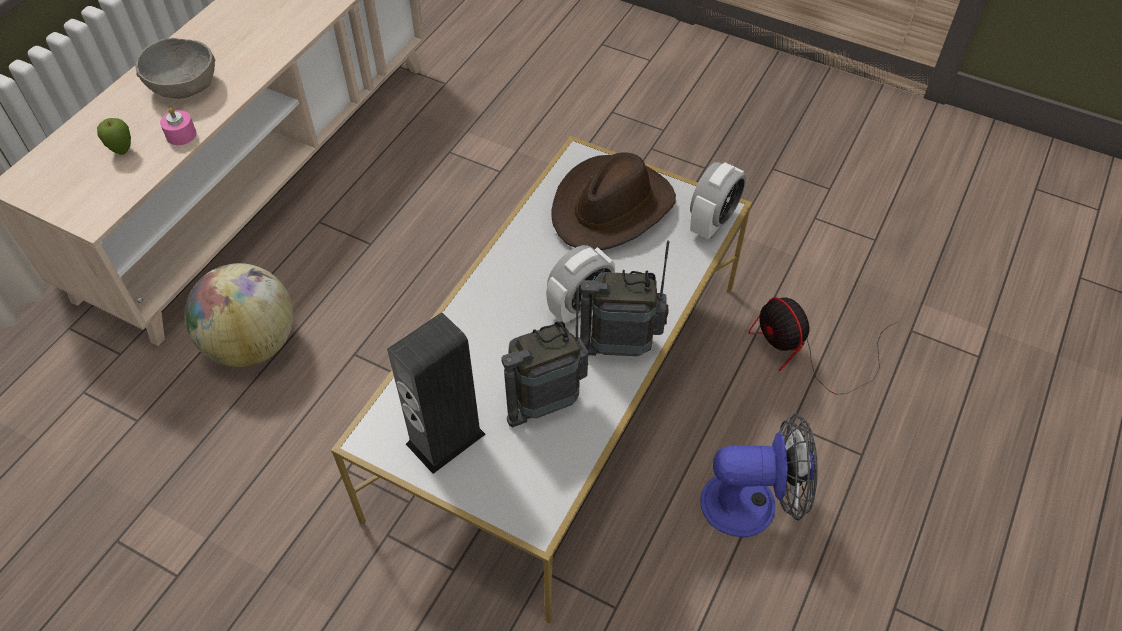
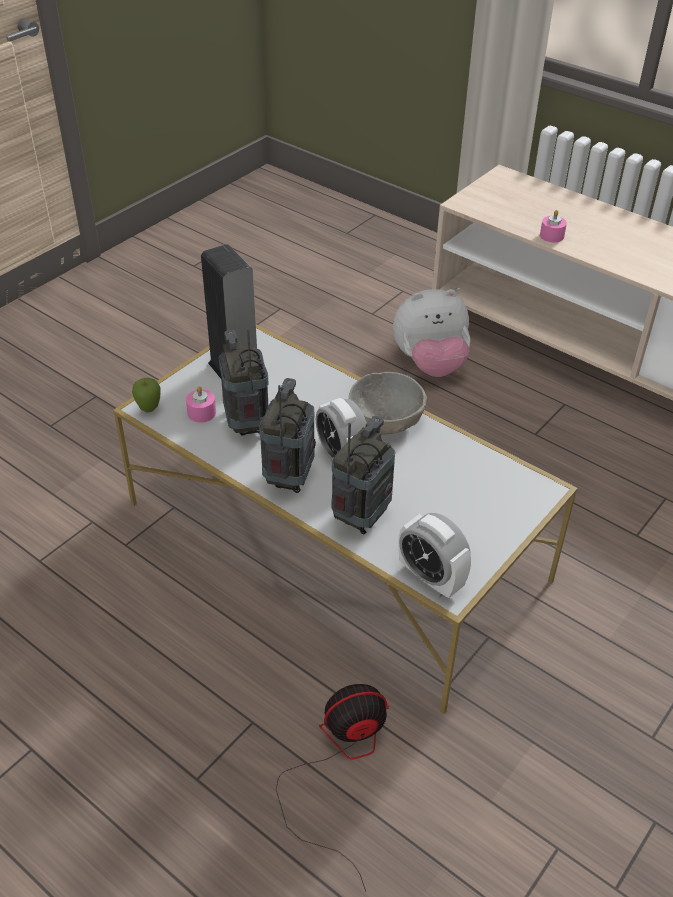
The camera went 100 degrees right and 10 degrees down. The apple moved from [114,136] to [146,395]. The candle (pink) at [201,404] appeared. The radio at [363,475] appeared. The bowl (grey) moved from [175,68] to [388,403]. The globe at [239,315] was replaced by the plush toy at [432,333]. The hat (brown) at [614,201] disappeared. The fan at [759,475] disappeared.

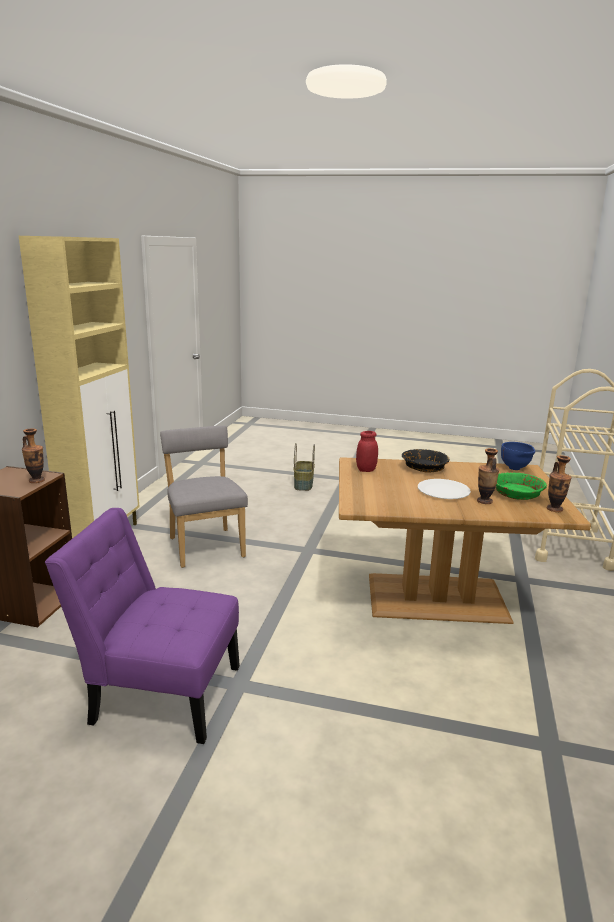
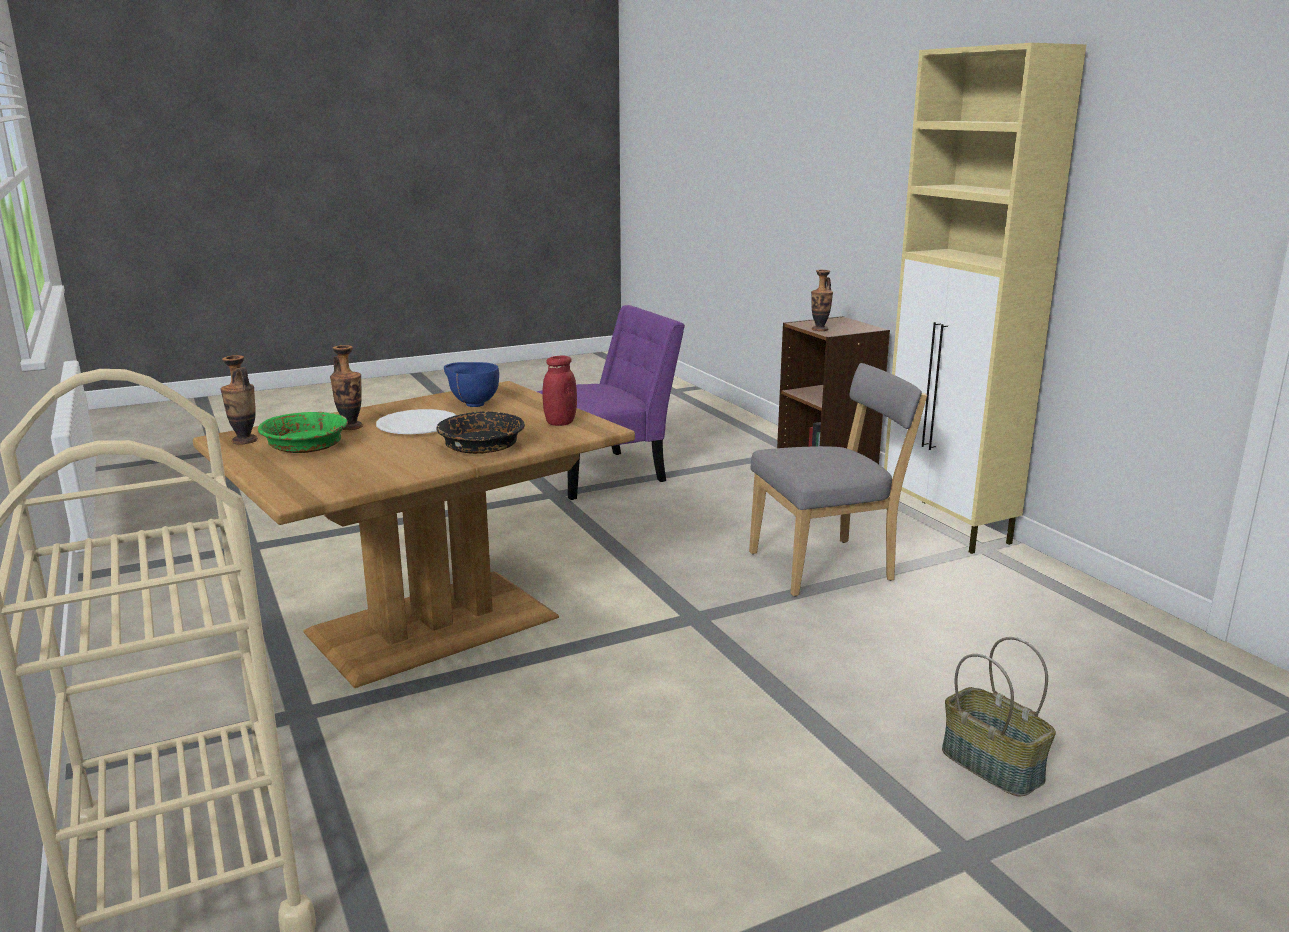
The camera went 140 degrees right and 0 degrees up. The bowl (blue) moved from [518,456] to [471,384]. The chair (grey) at [204,497] turned 45 degrees counterclockwise.

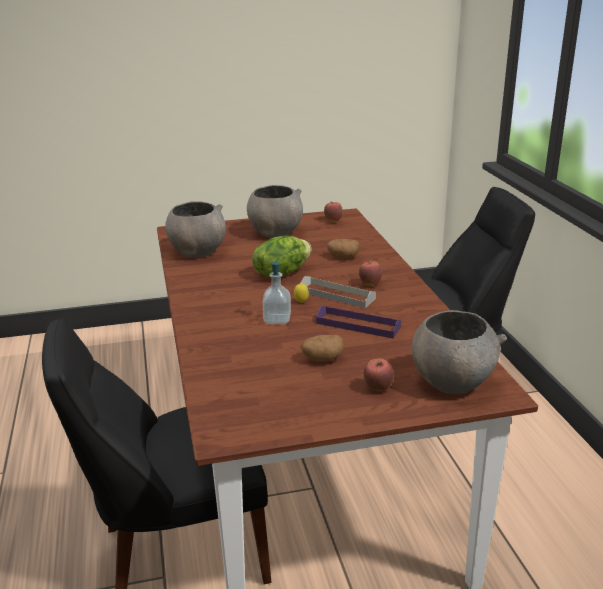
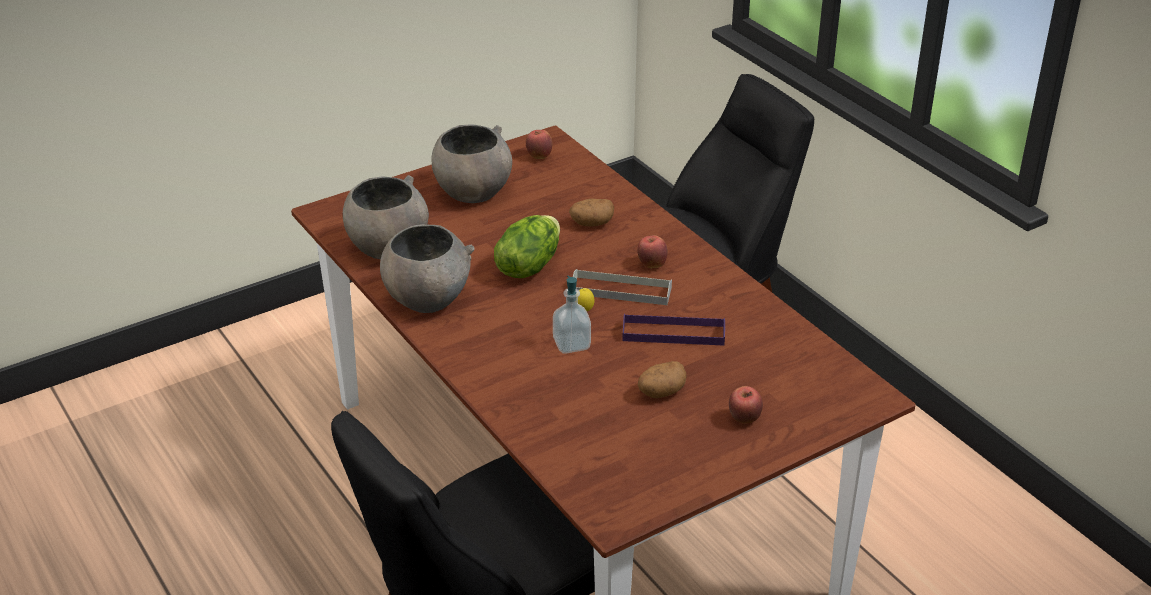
The camera went 20 degrees left and 10 degrees up. The bowl (grey) moved from [459,352] to [427,269].

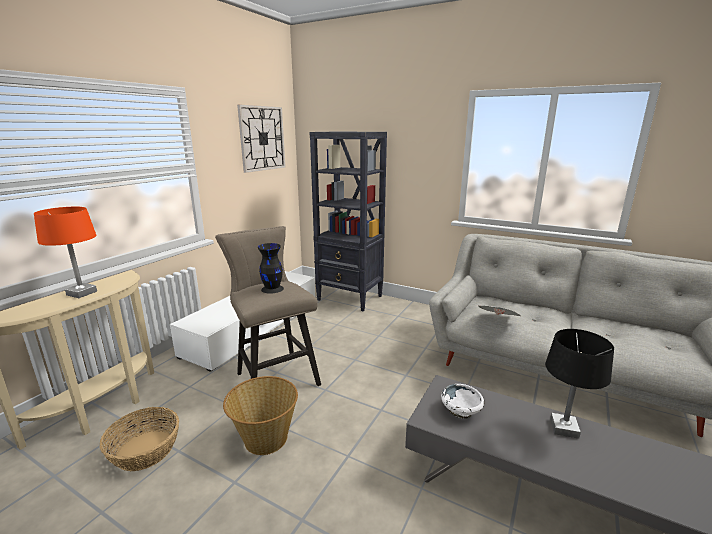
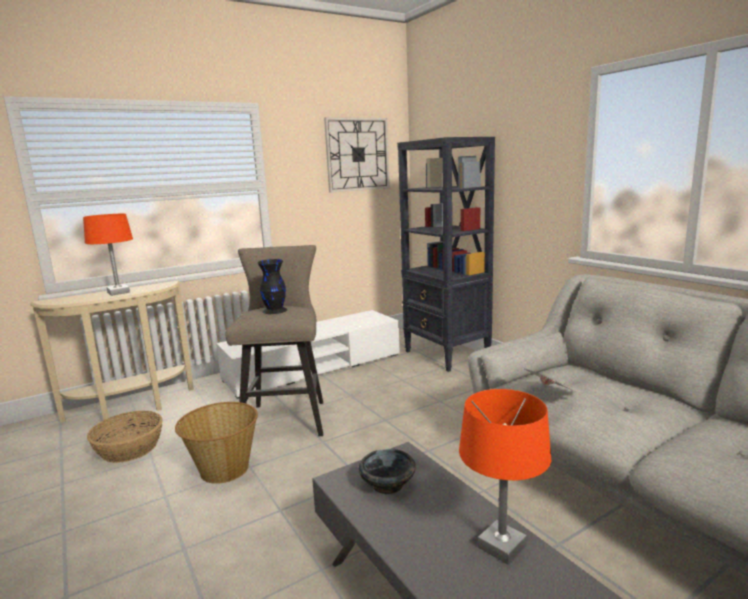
The camera went 30 degrees right and 5 degrees down. The bowl (white) at [462,401] became the bowl (black) at [387,472]. The table lamp (black) at [579,384] became the table lamp (orange) at [505,477].

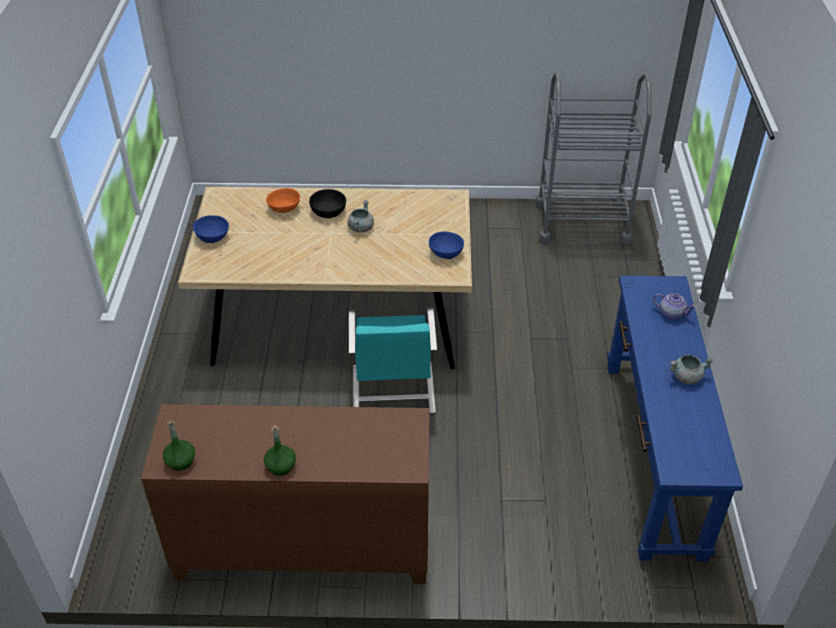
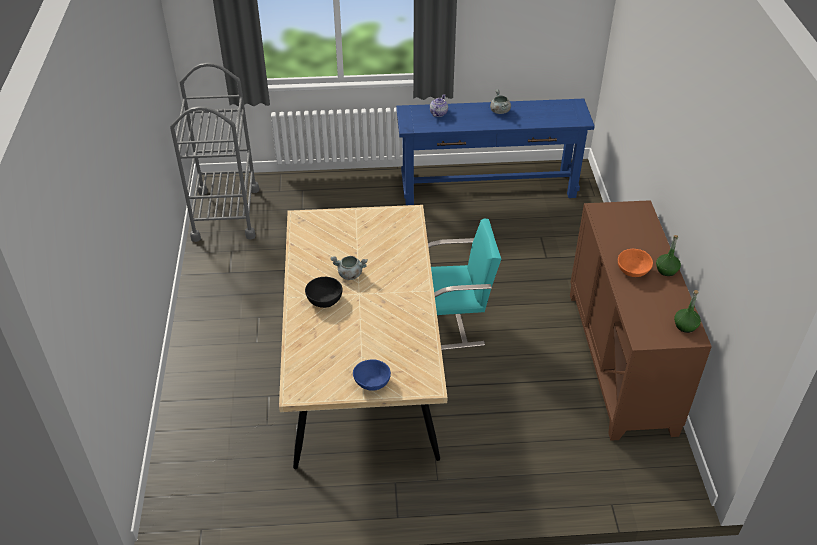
The camera went 95 degrees left and 0 degrees up. The bowl (orange) moved from [283,200] to [635,263]. The bowl (blue) at [446,245] disappeared.

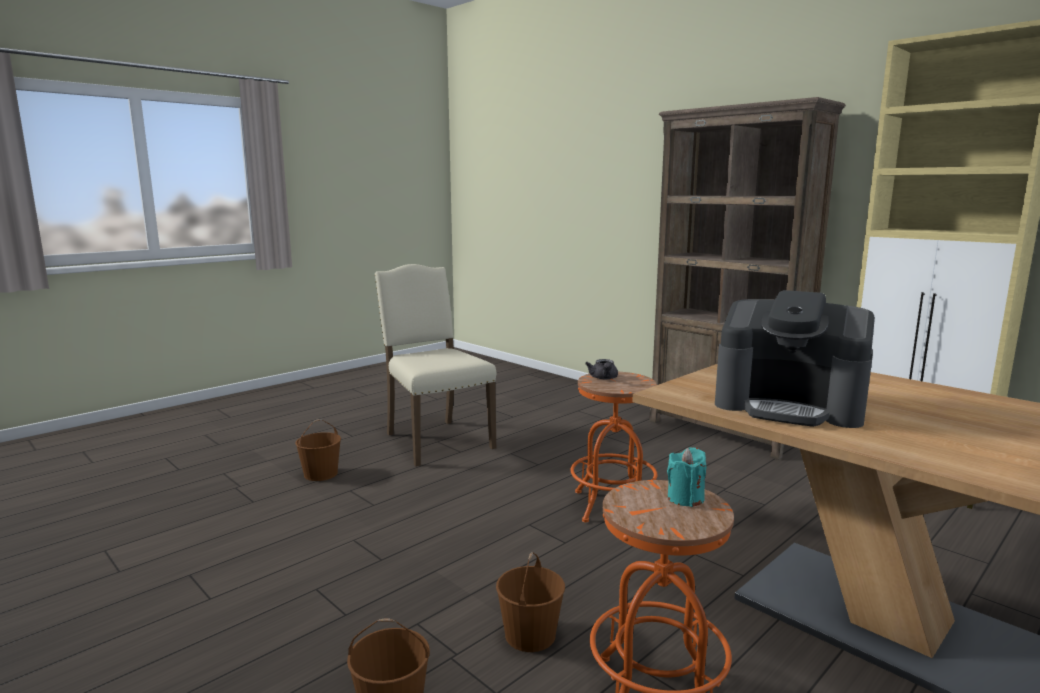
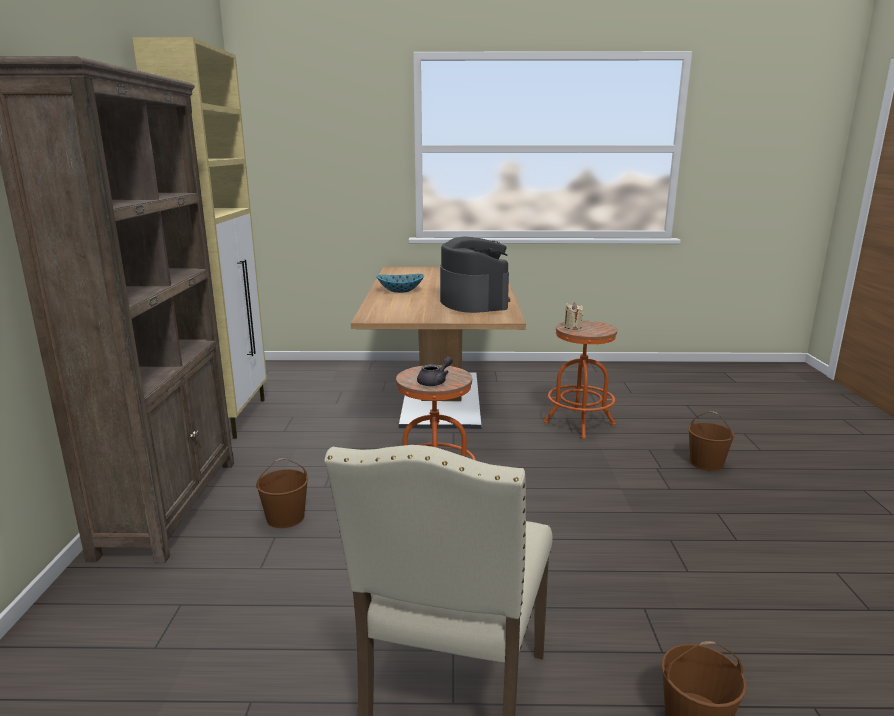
The camera went 135 degrees left and 5 degrees up. The bucket (brown) moved from [530,602] to [282,493]. The bowl at [400,283] appeared. The candle (turquoise) at [687,477] became the candle (beige) at [573,316].

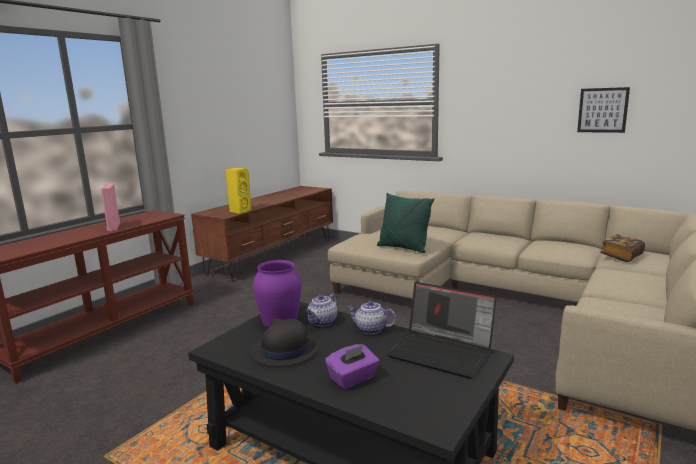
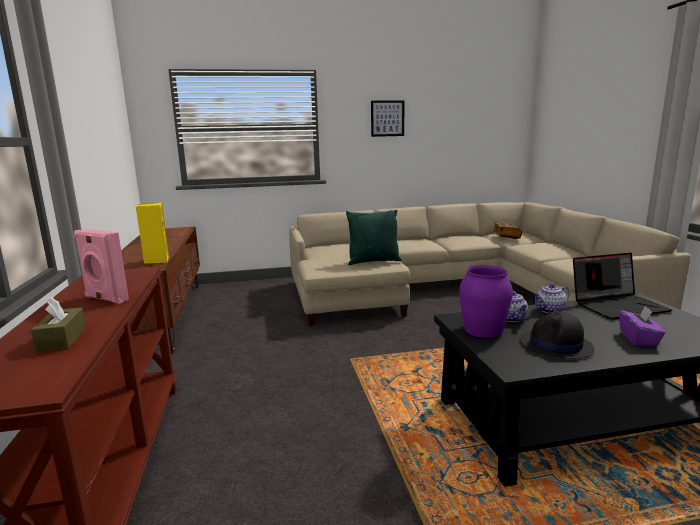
The camera went 45 degrees left and 0 degrees up. The tissue box (brown) at [58,324] appeared. The picture moved from [603,110] to [388,118].

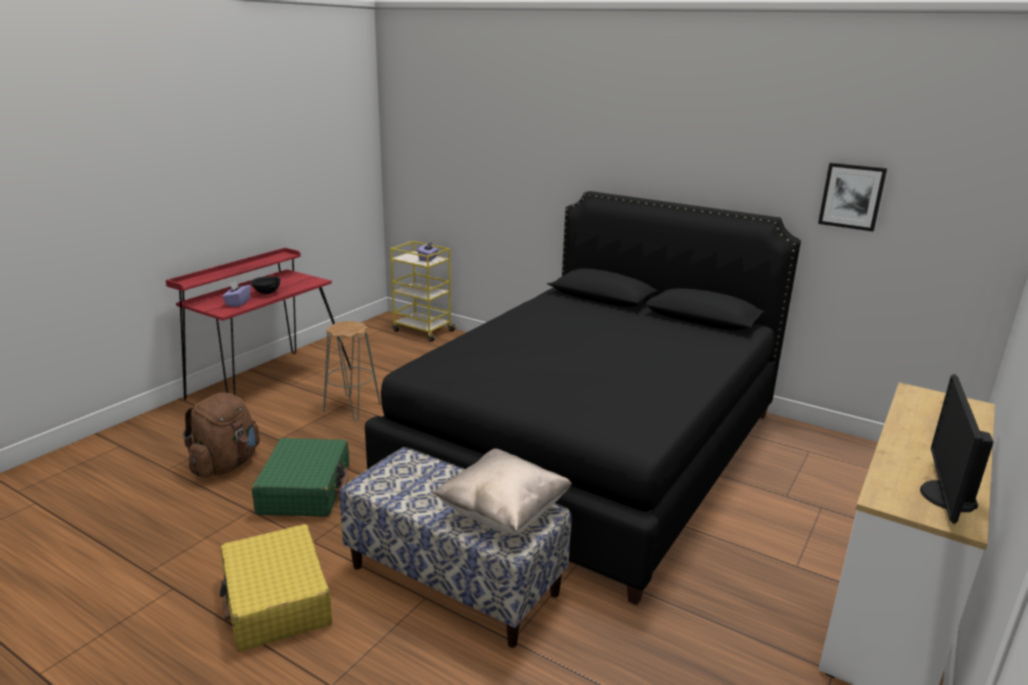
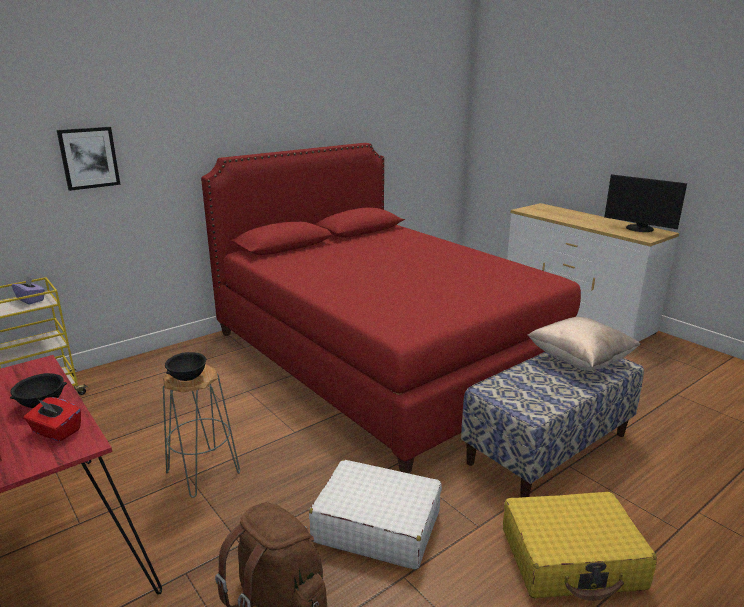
The camera went 70 degrees left and 0 degrees up. The tissue box (purple) at [236,293] became the tissue box (red) at [52,419]. The picture moved from [852,196] to [88,159]. The bowl (black) at [185,366] appeared. The bed (black) at [583,398] became the bed (red) at [391,308]. The suitcase (green) at [300,477] became the suitcase (white) at [375,515].

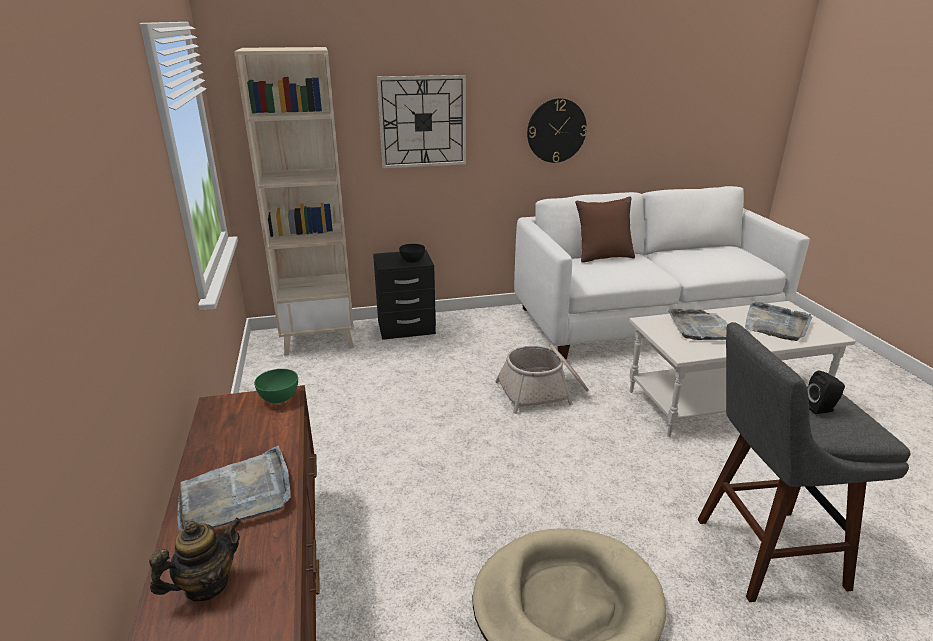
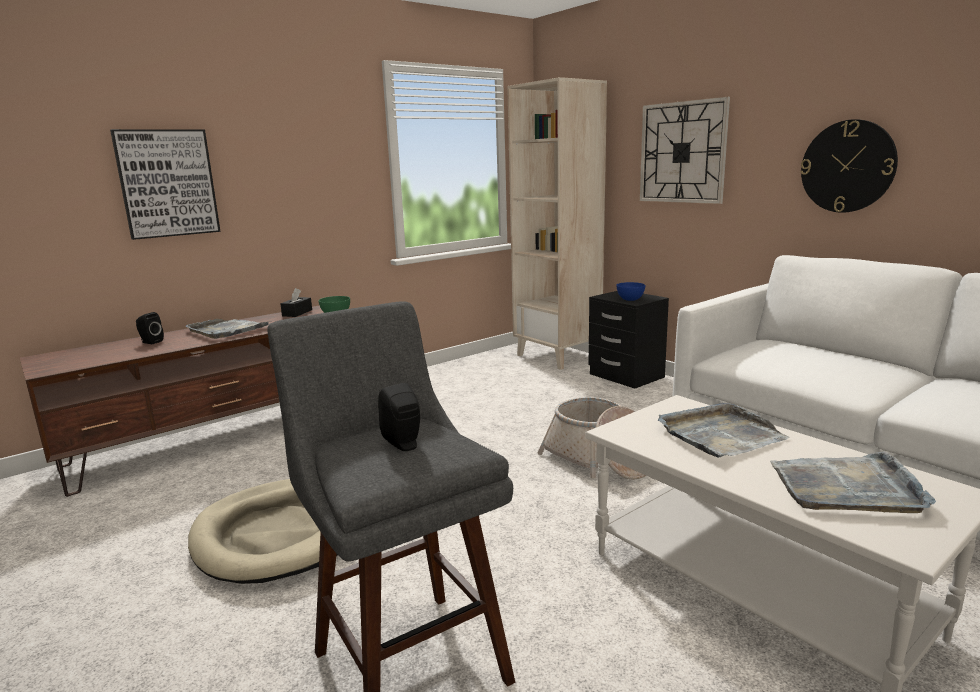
The camera went 65 degrees right and 10 degrees down. The picture at [165,184] appeared. The teapot at [195,559] was replaced by the speaker (black) at [150,328]. The tissue box (black) at [296,302] appeared. The bowl (black) at [412,253] became the bowl (blue) at [631,291]. The pillow (brown) at [605,229] disappeared.

